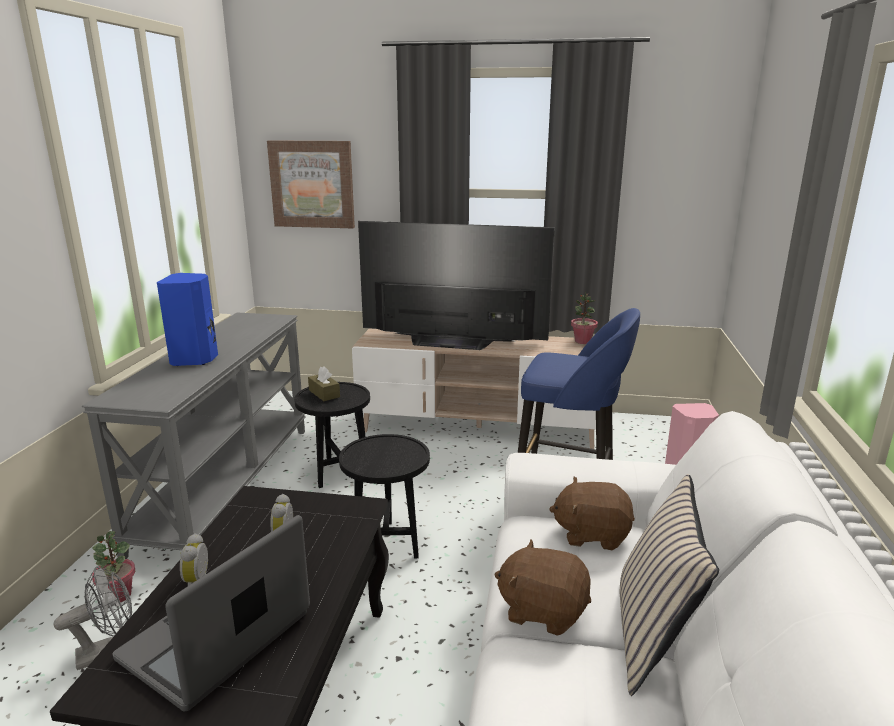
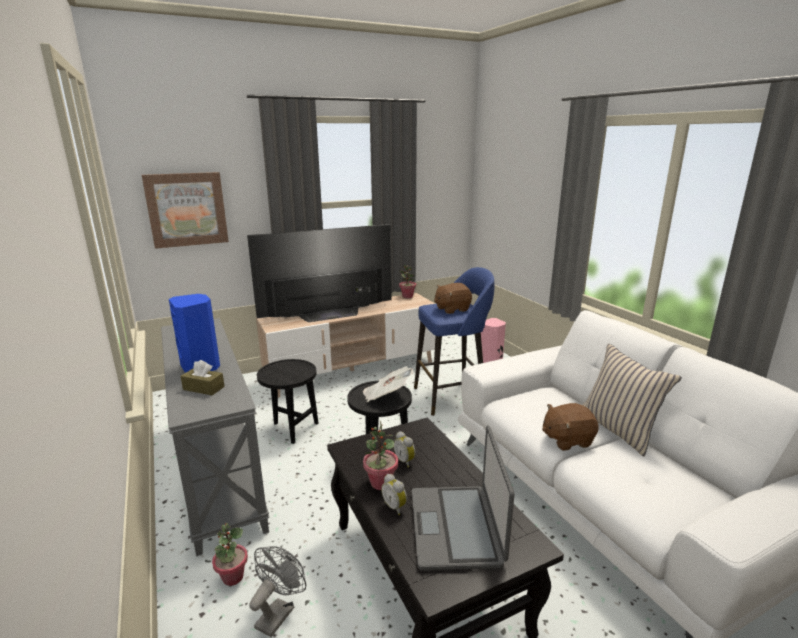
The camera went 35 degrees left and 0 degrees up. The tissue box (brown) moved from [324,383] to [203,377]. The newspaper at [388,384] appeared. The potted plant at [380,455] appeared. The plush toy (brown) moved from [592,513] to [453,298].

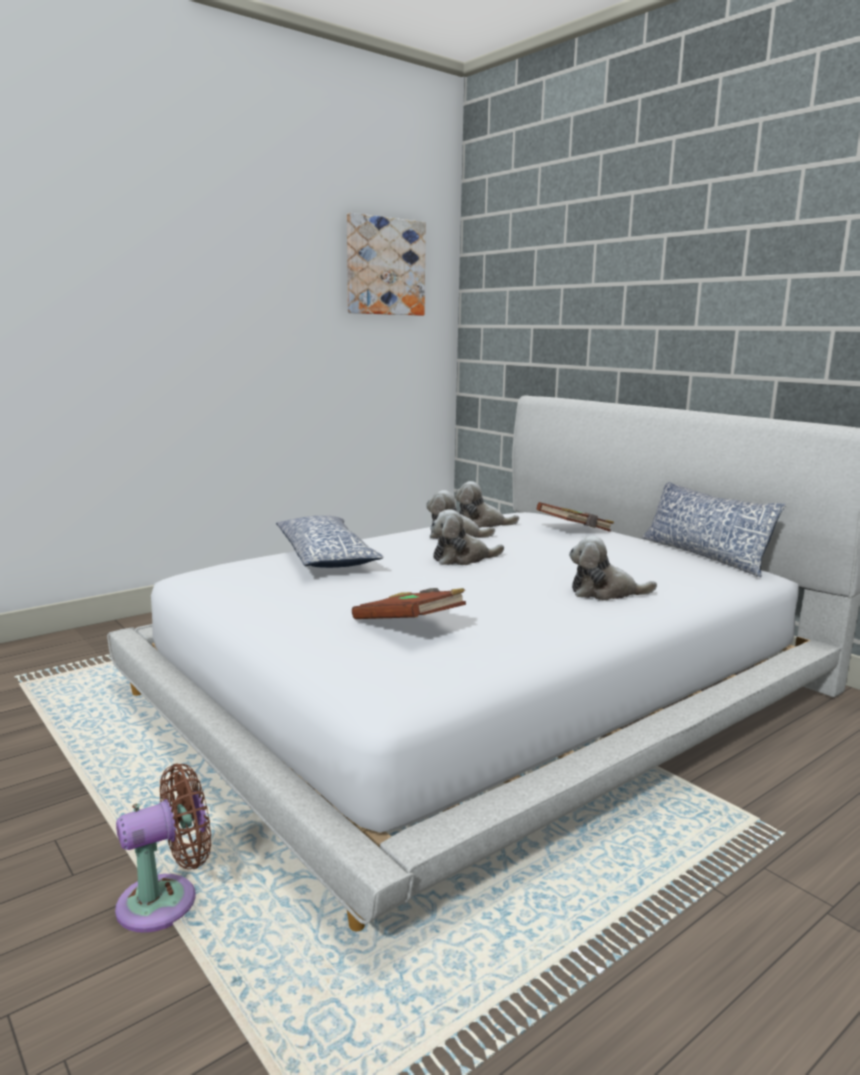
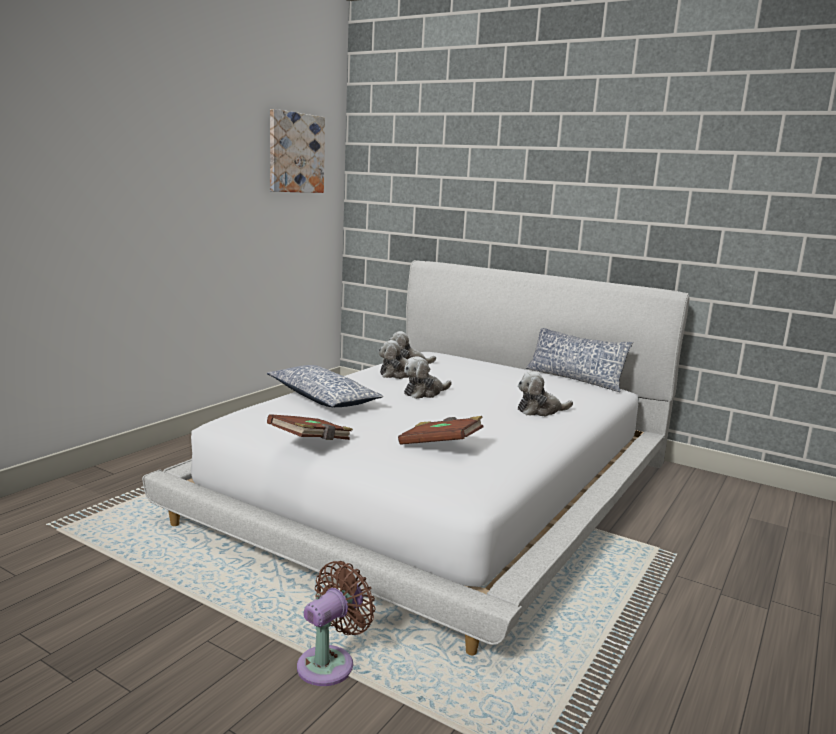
The camera went 20 degrees left and 0 degrees up. The book (brown) moved from [575,517] to [310,427].

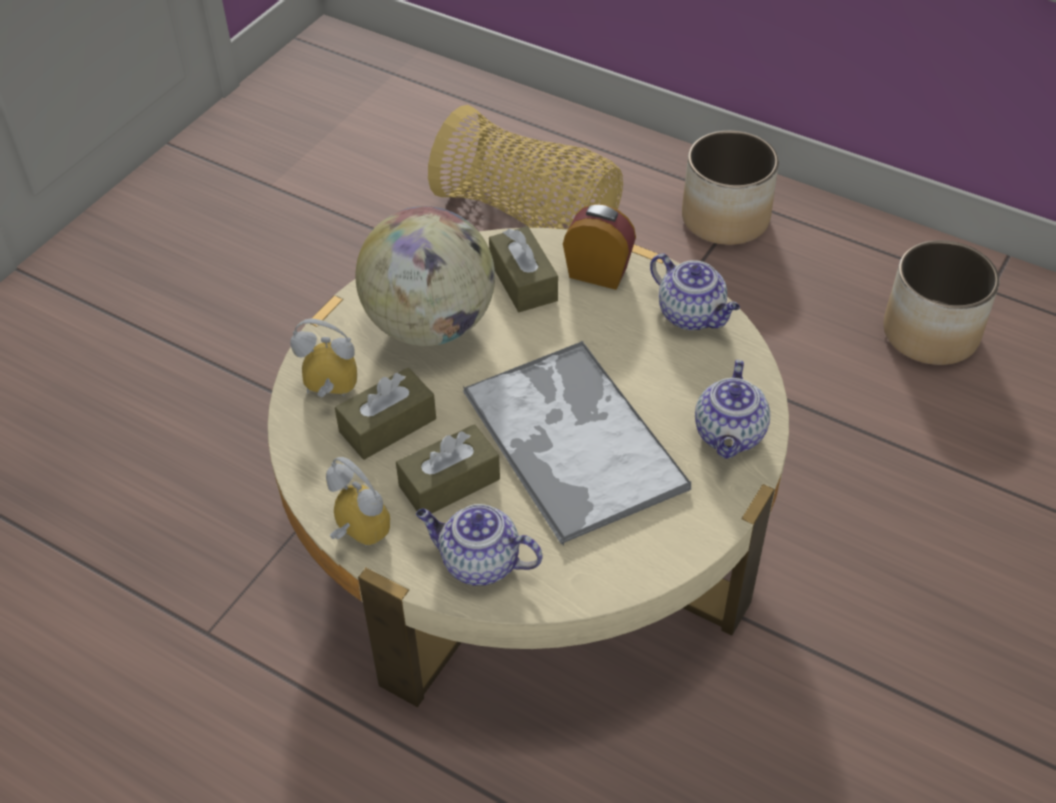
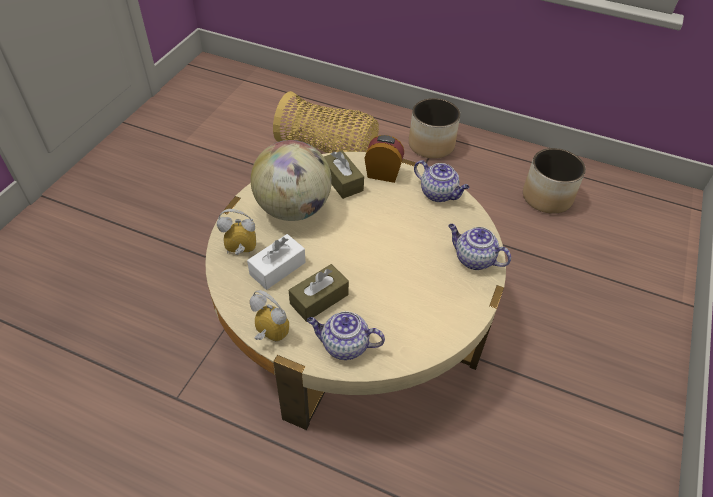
The camera went 10 degrees left and 0 degrees up. The tissue box (brown) at [385,414] became the tissue box (white) at [276,262]. The teapot at [732,409] turned 120 degrees clockwise. The tray at [577,443] disappeared.

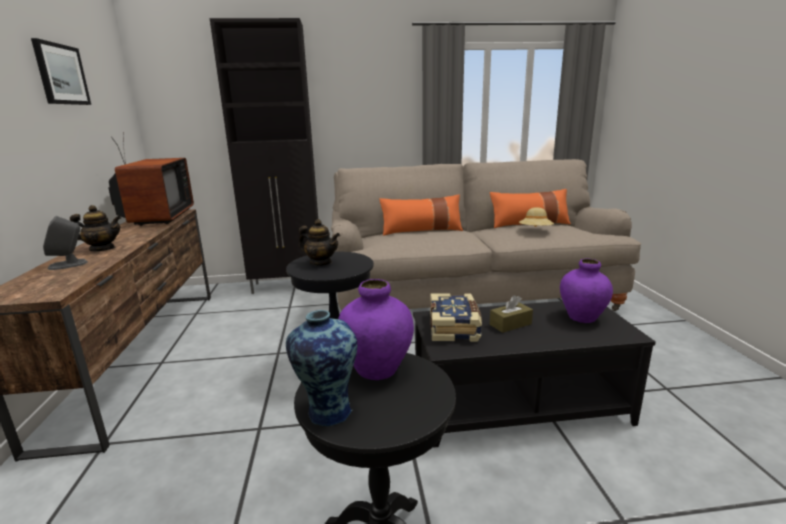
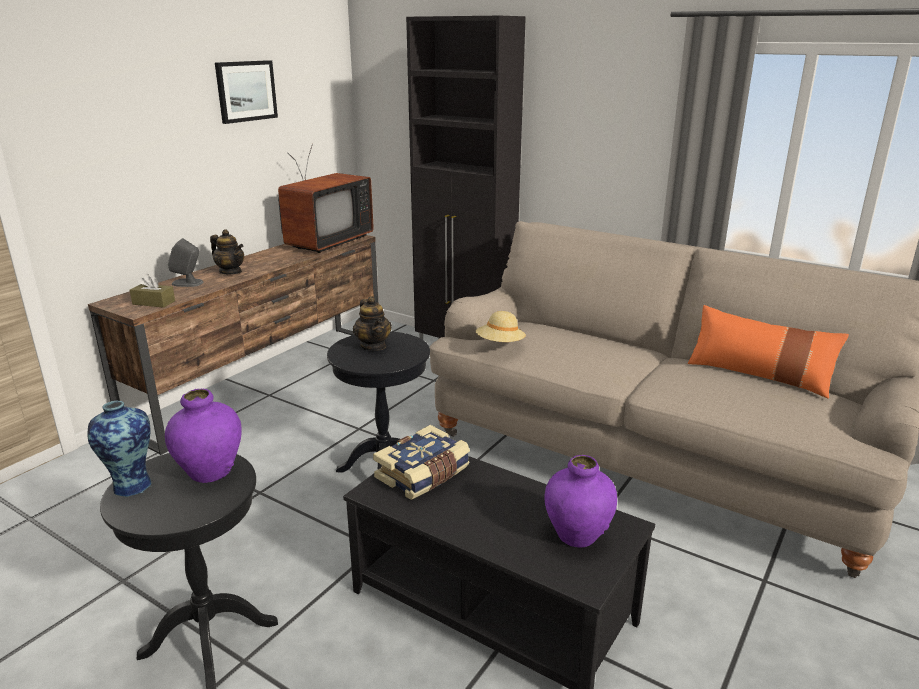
The camera went 40 degrees right and 5 degrees up. The tissue box (brown) moved from [511,314] to [152,291]. The hat (beige) moved from [536,217] to [501,326]. The pillow (orange) at [421,215] disappeared.

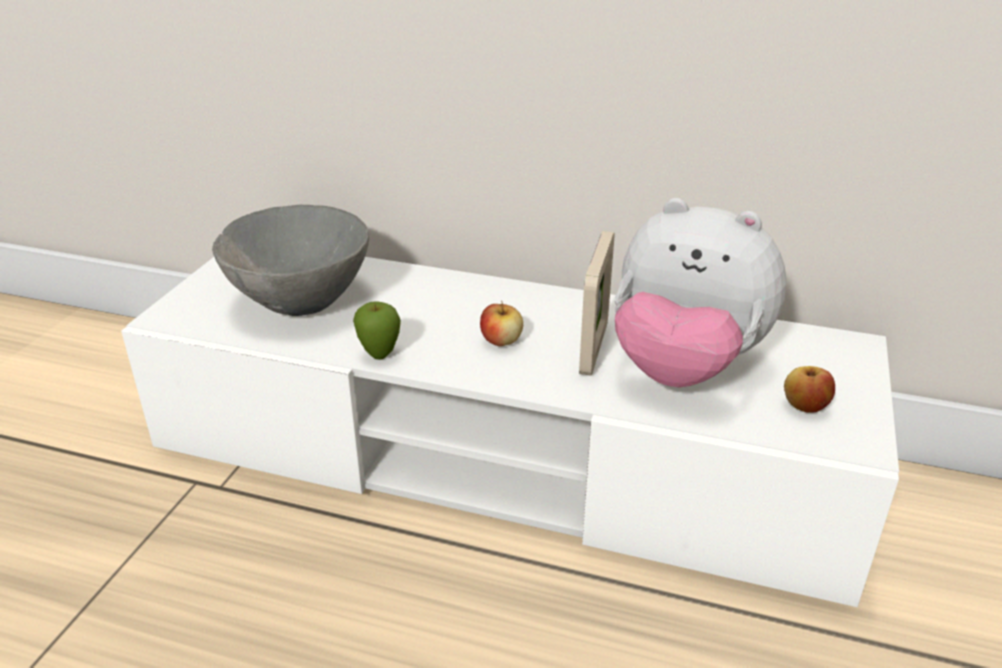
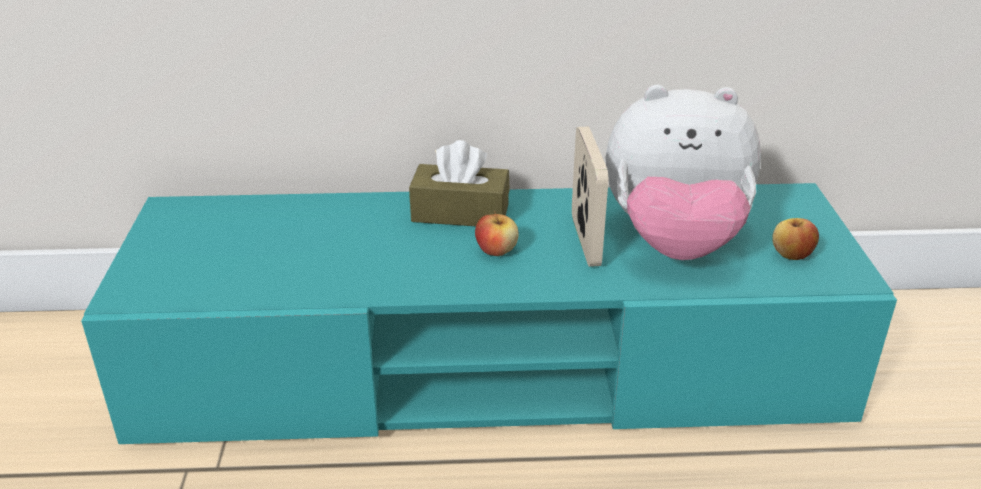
The camera went 20 degrees left and 0 degrees up. The tv stand (white) at [510,432] became the tv stand (turquoise) at [489,313]. The tissue box (brown) at [459,183] appeared. The bowl (grey) at [290,260] disappeared. The apple at [377,330] disappeared.

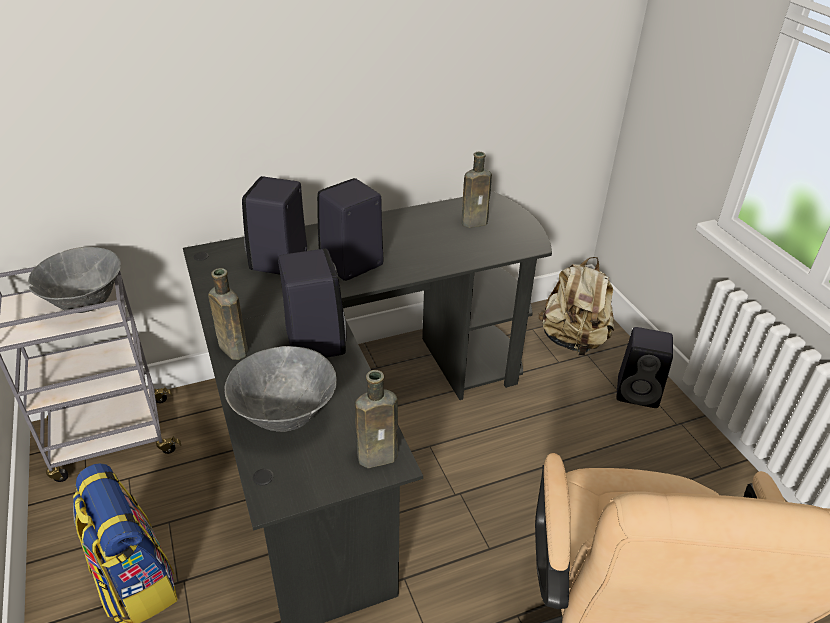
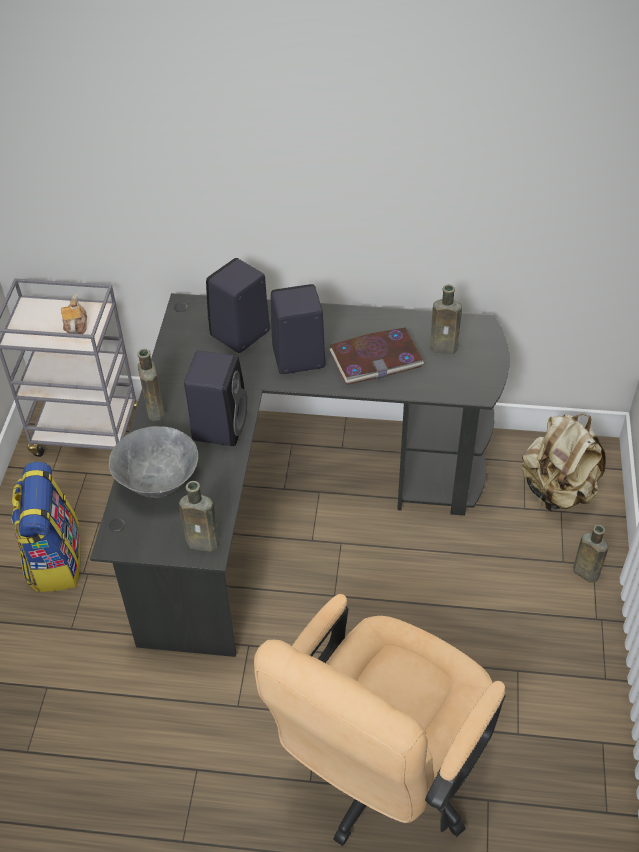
The camera went 30 degrees right and 10 degrees up. The bowl (grey) at [74,280] was replaced by the teapot at [74,314]. The book at [377,356] appeared. The speaker (black) at [644,367] was replaced by the bottle (brown) at [590,554].

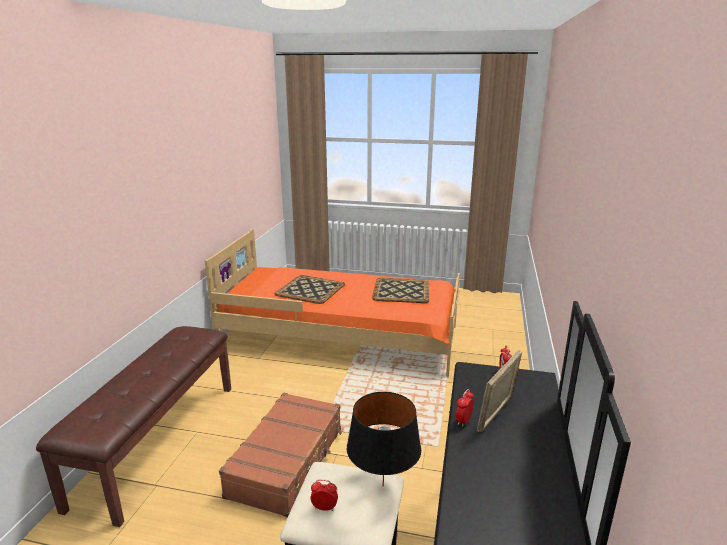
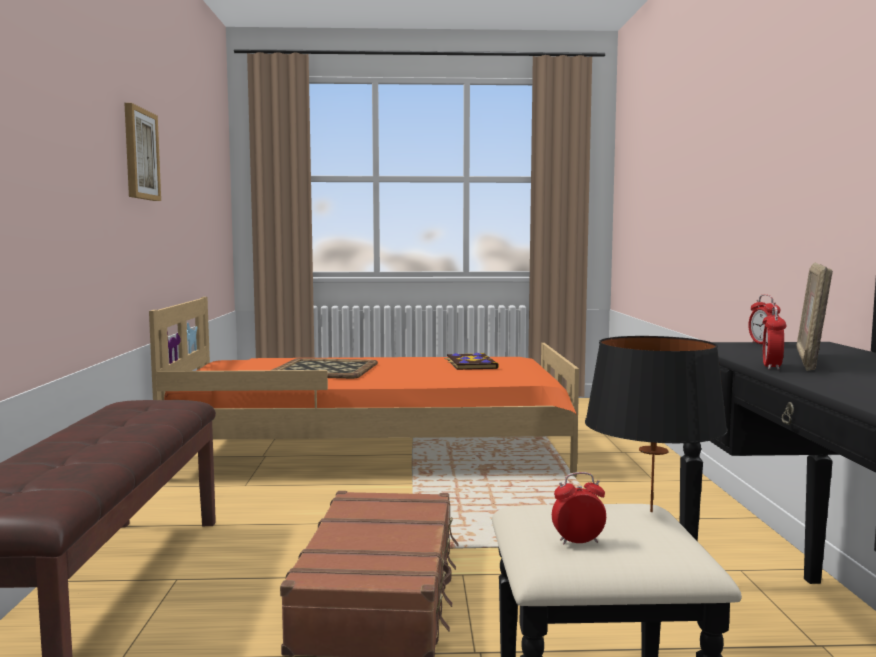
The camera went 15 degrees left and 15 degrees down. The picture at [142,152] appeared. The tray at [400,290] was replaced by the book at [471,361].

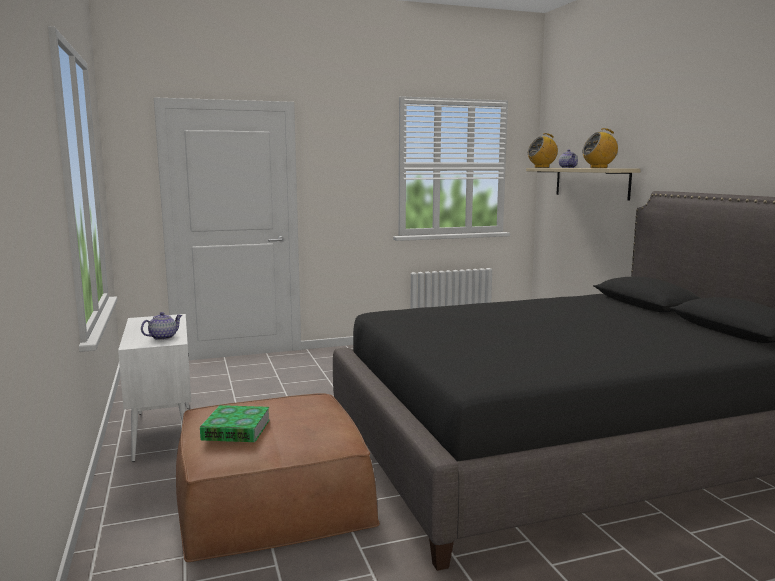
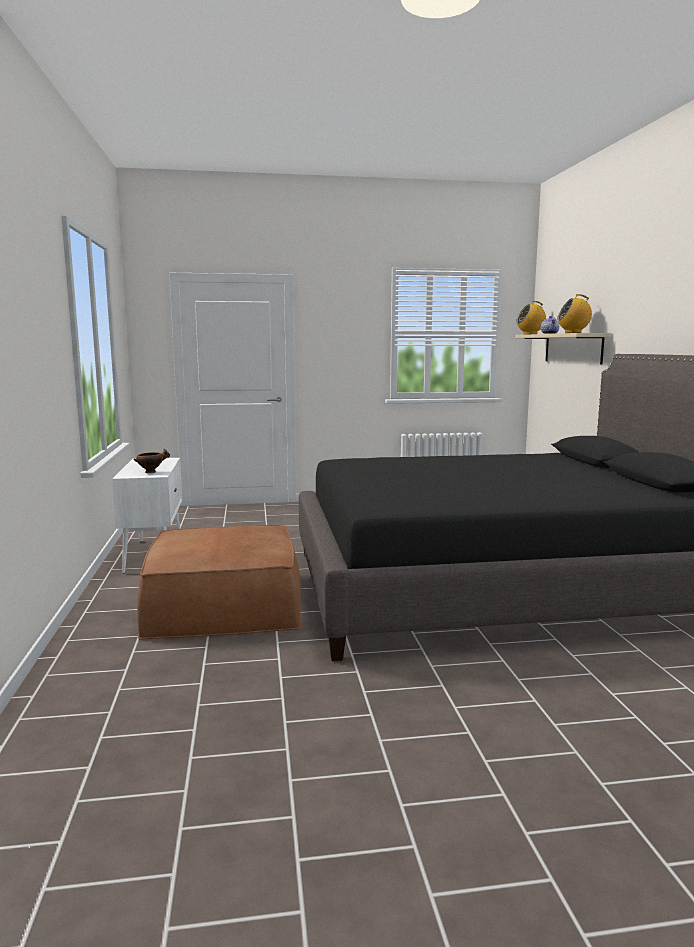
The camera went 10 degrees right and 0 degrees up. The teapot at [161,326] was replaced by the bowl at [152,461]. The book at [235,423] disappeared.

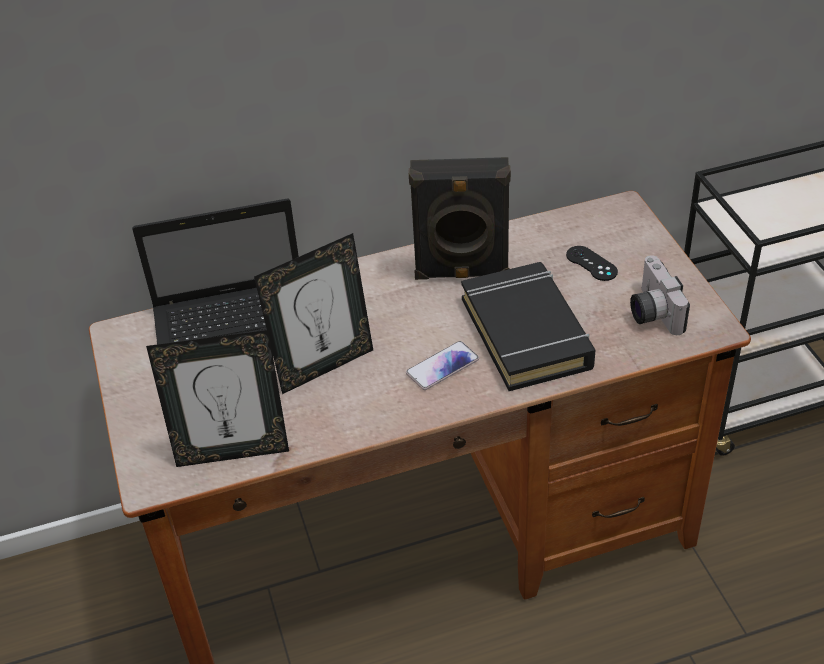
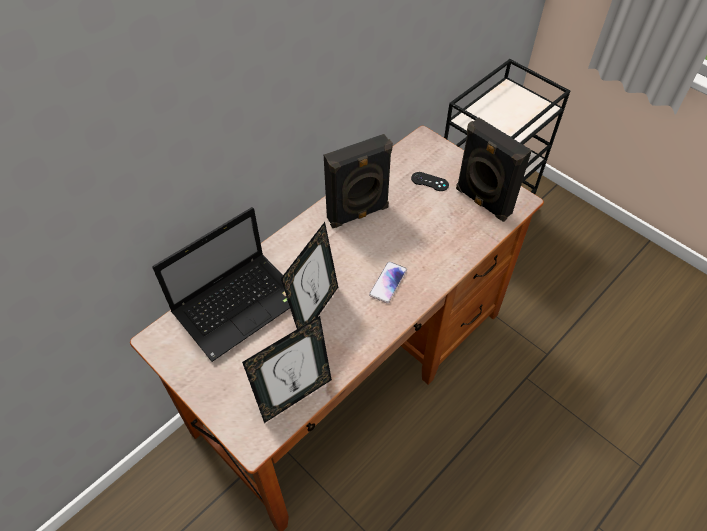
The camera went 30 degrees left and 10 degrees up. The photo camera at [660,295] was replaced by the speaker (black) at [494,170]. The book (black) at [528,326] disappeared.

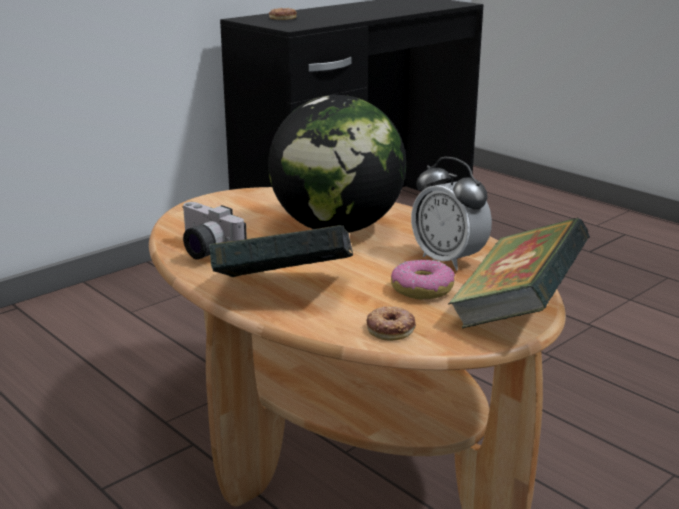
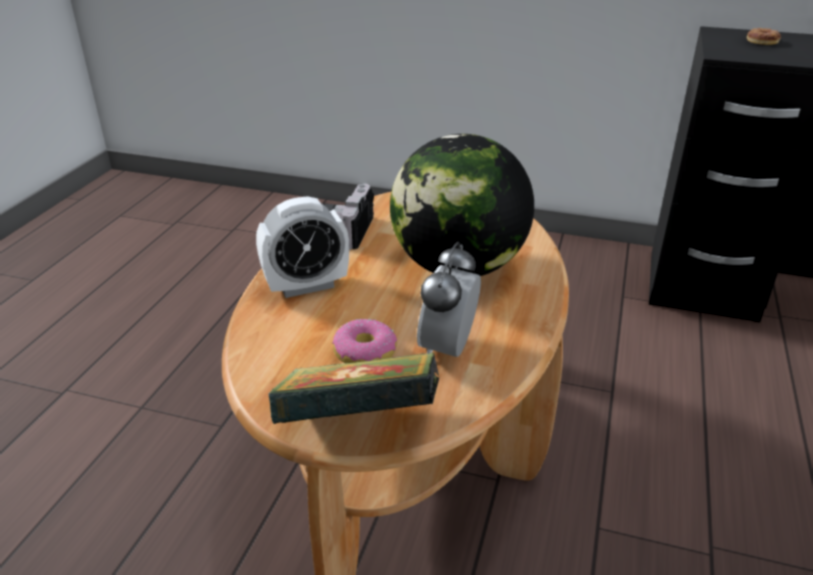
The camera went 60 degrees right and 10 degrees up. The book at [281,251] was replaced by the alarm clock at [302,247]. The donut at [391,323] disappeared.

